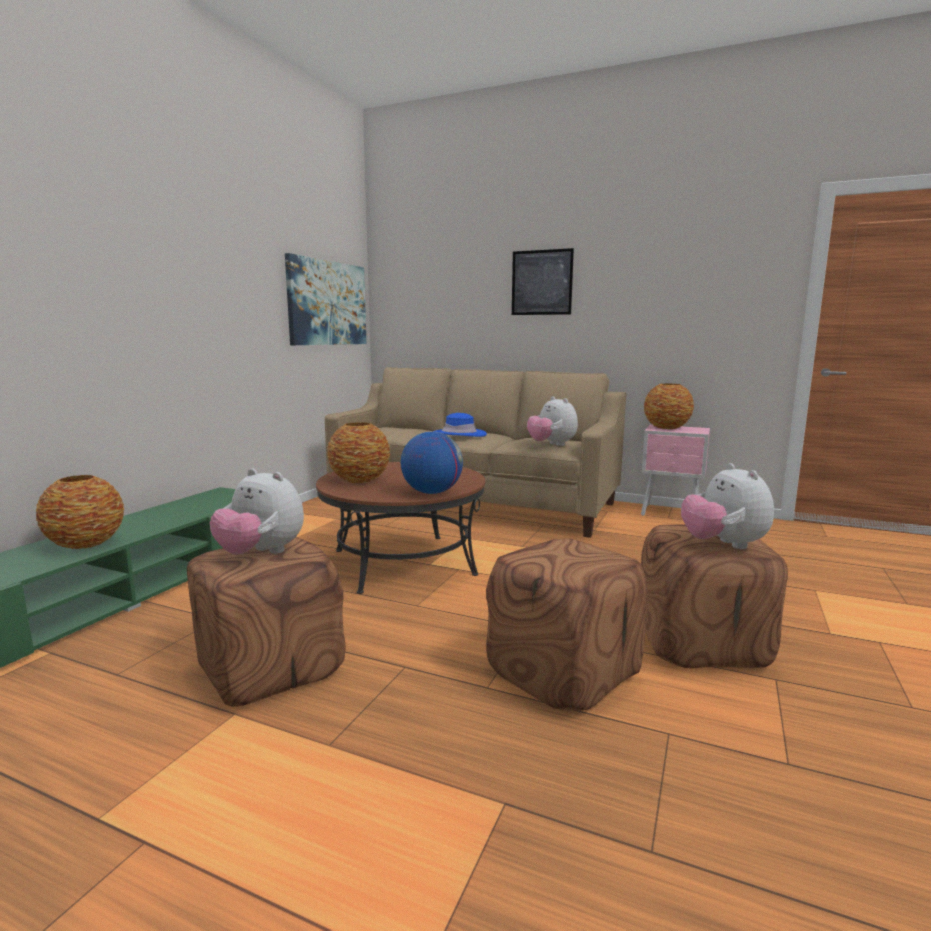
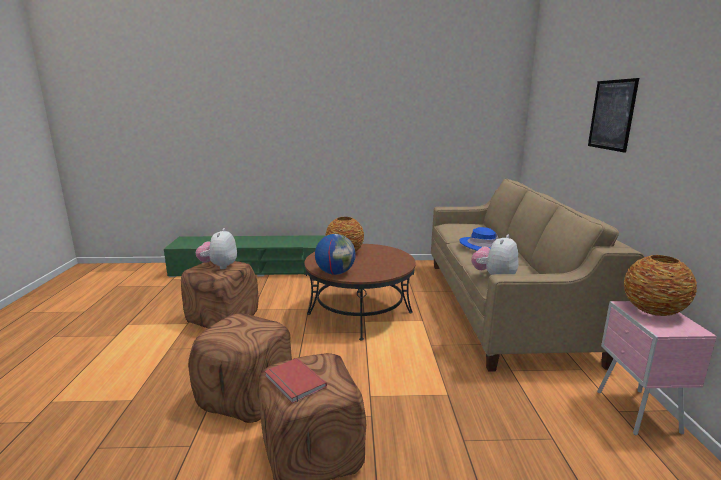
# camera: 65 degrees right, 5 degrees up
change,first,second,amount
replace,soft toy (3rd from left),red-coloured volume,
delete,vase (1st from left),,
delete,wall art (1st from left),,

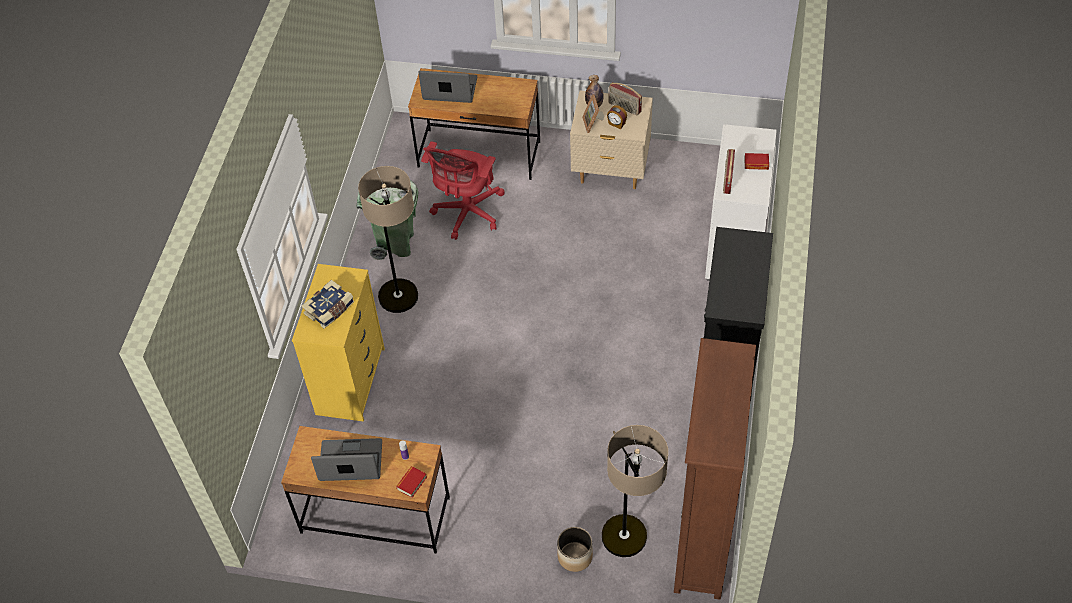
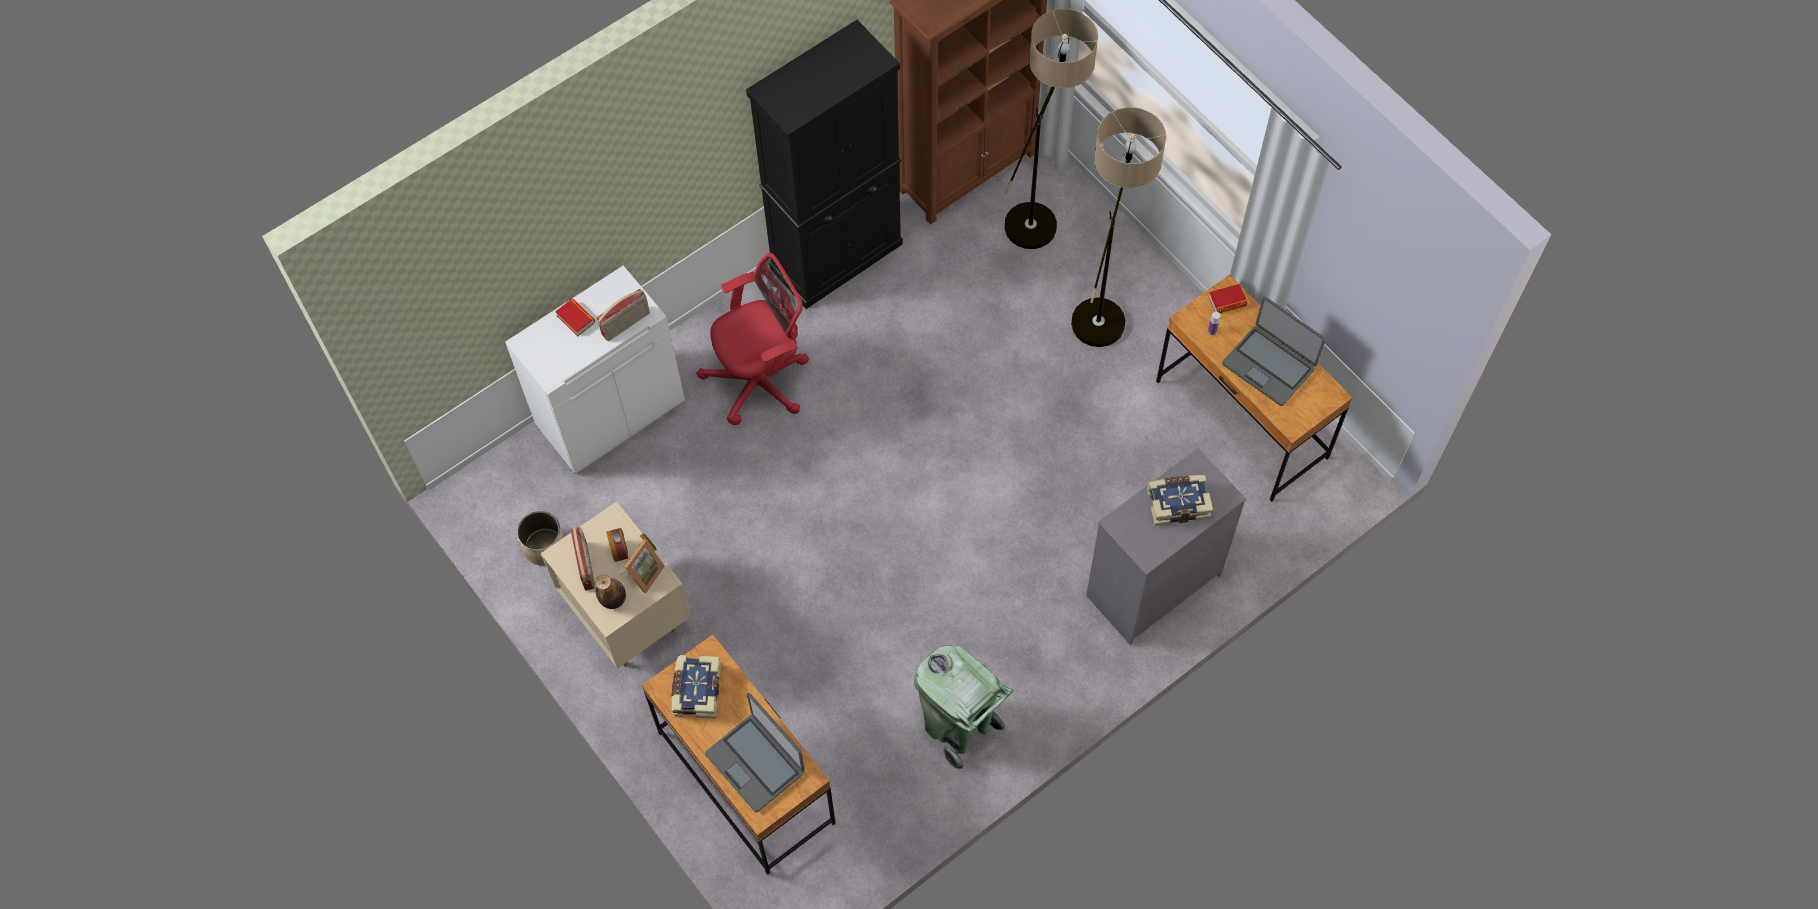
# camera: 140 degrees left, 10 degrees up
change,first,second,amount
move,plant pot,,
insert,,volume (2nd from left),
move,red-coloured computer chair,,
move,standing lamp (1st from left in the first image),standing lamp (2nd from left),
recolor,yellow-coloured drawer chest,greyish drawer chest,

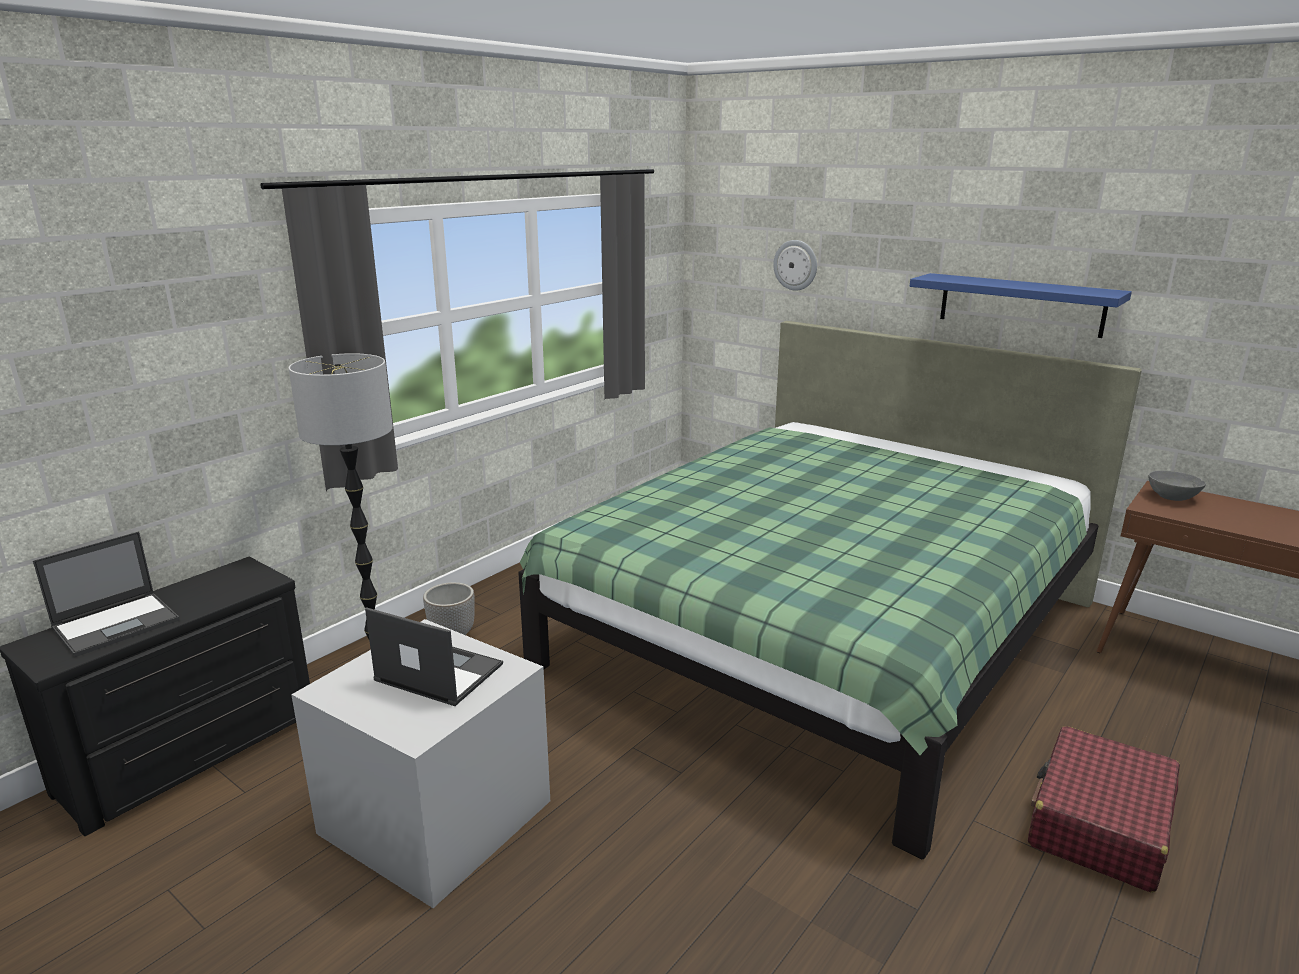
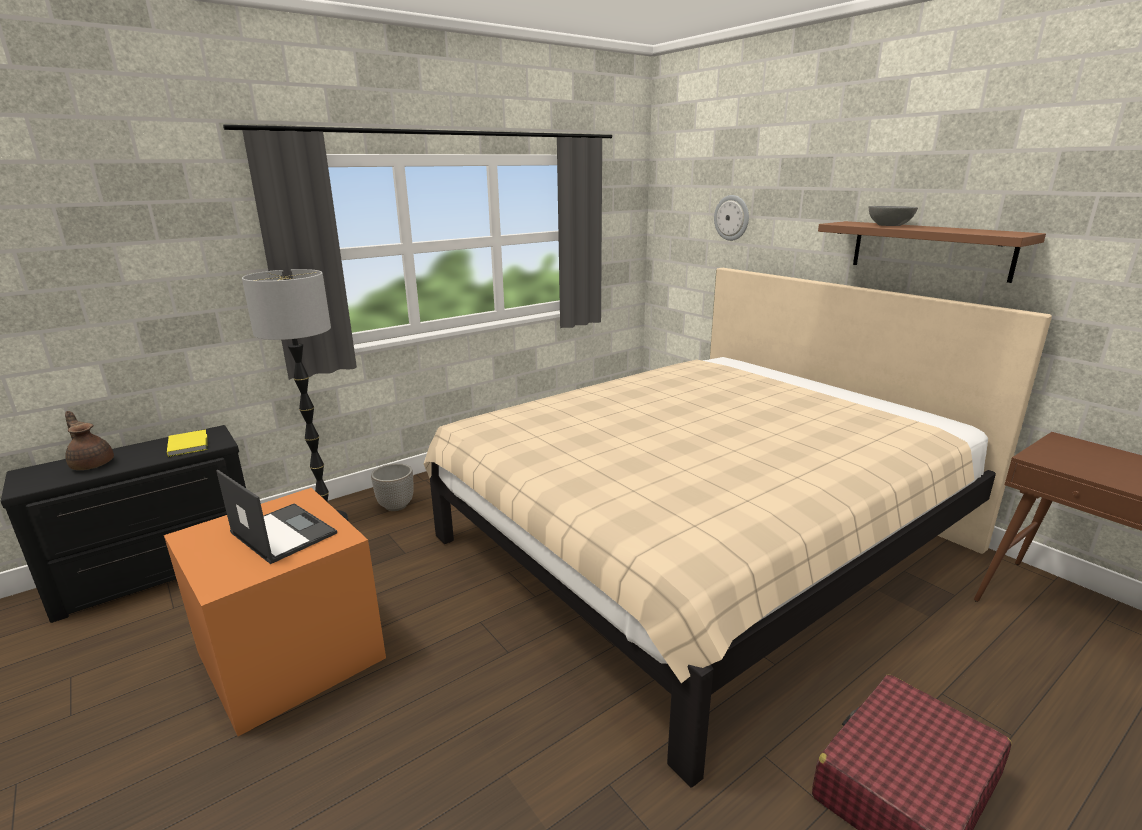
# camera: 15 degrees right, 0 degrees up
change,first,second,amount
replace,notebook computer (1st from left),brownish pot for tea,
recolor,greyish storage bin,orange-coloured storage bin,
insert,,yellow-coloured volume,
recolor,green-coloured sleeping bed,beige sleeping bed,
recolor,bluish wall shelf,brownish wall shelf,
move,greyish deep dish,,

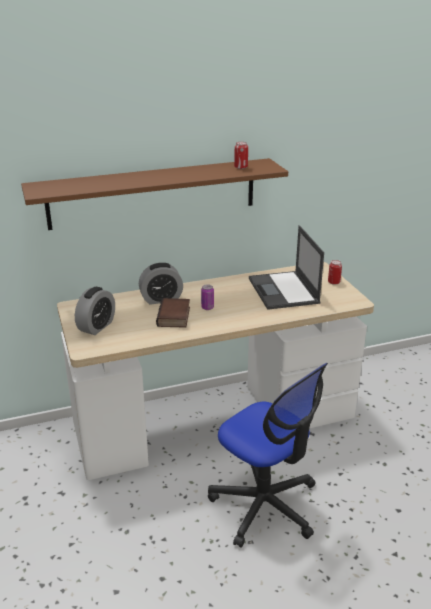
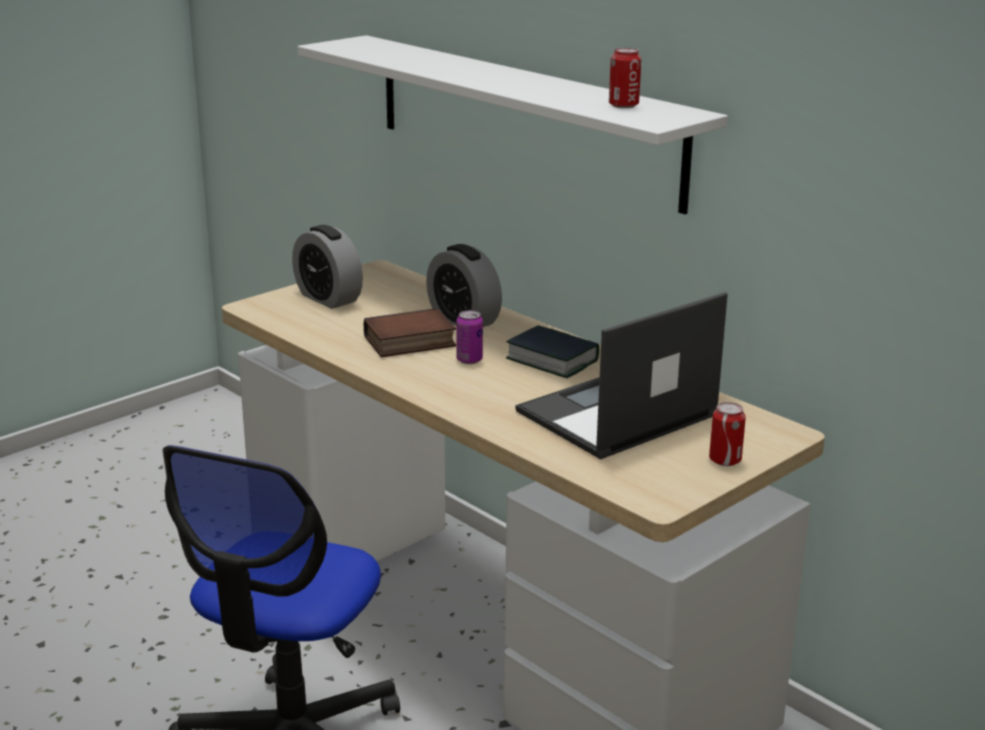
# camera: 65 degrees right, 5 degrees down
change,first,second,amount
rotate,table clock (1st from left),,45 degrees clockwise
recolor,brownish wall shelf,whitish wall shelf,
insert,,volume (2nd from left),

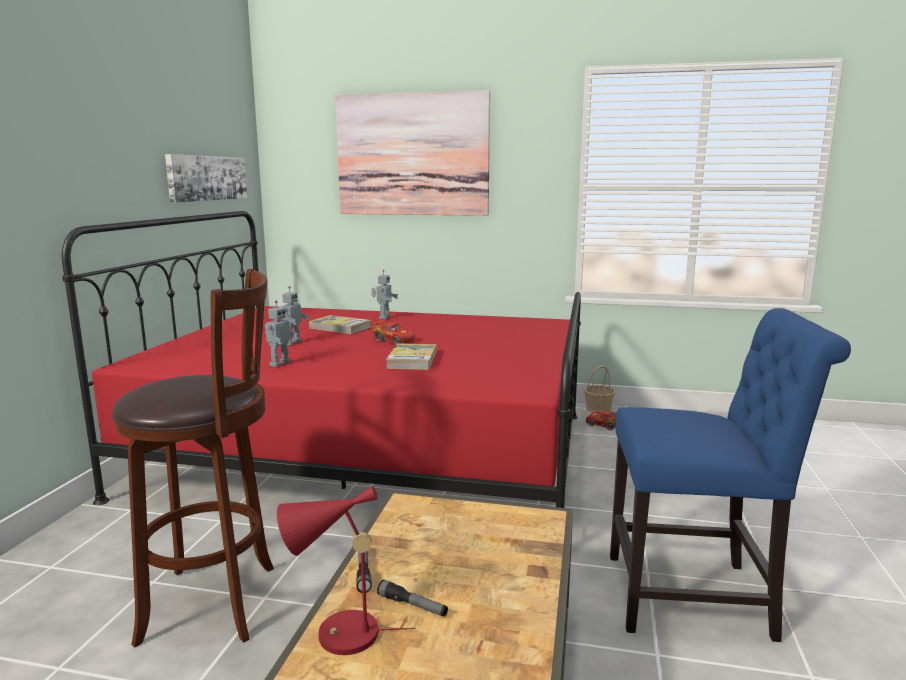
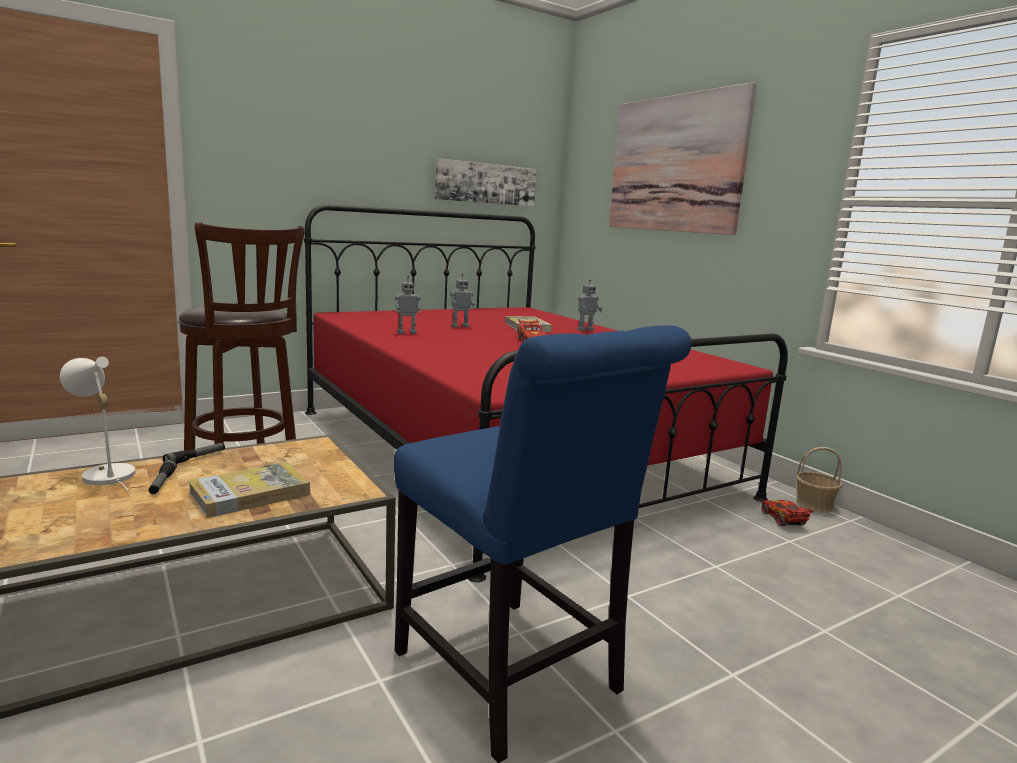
# camera: 45 degrees right, 0 degrees up
change,first,second,amount
recolor,red-coloured table lamp,whitish table lamp,
move,volume (2nd from left in the first image),volume (1st from left),

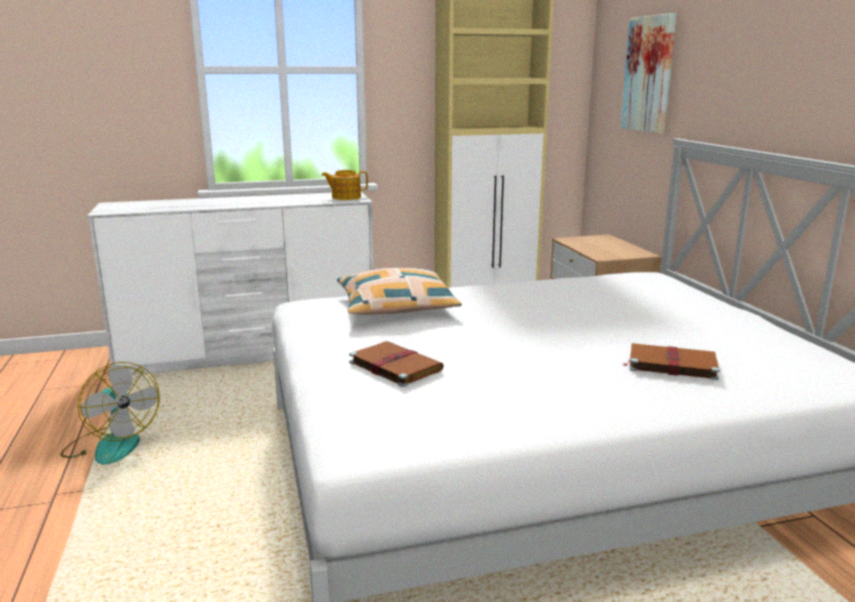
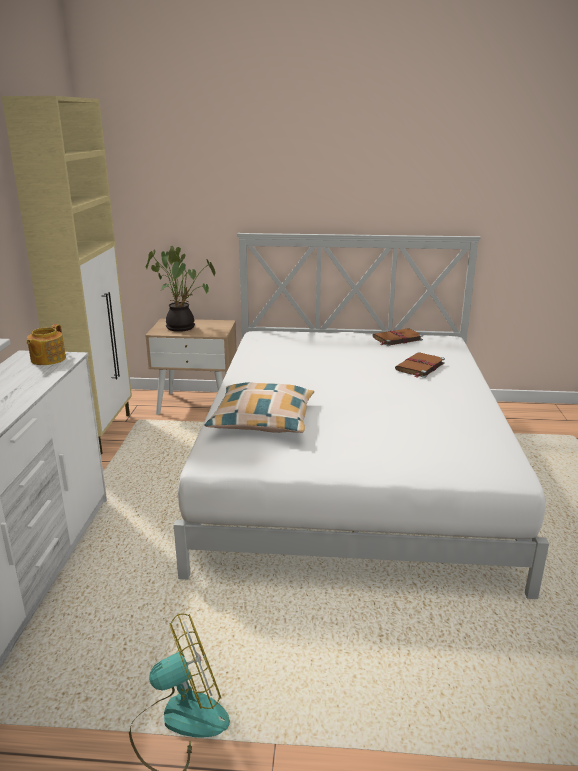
# camera: 70 degrees left, 5 degrees up
change,first,second,amount
insert,,potted plant,
move,brownish volume (1st from left),,
delete,wall art,,

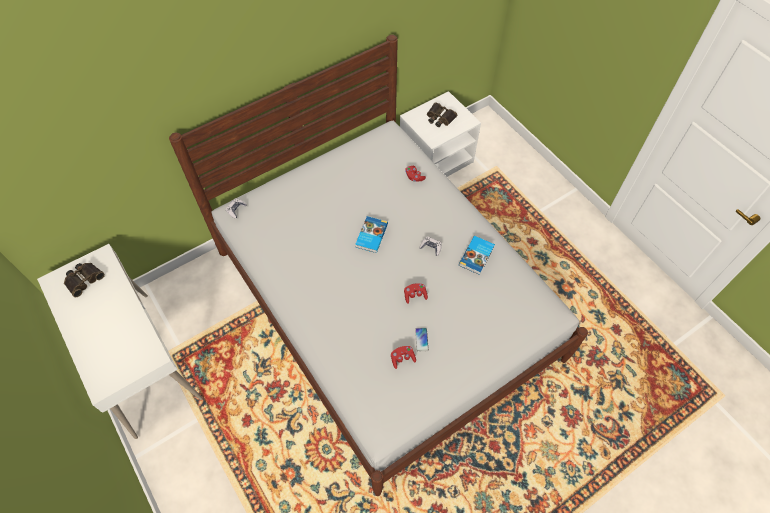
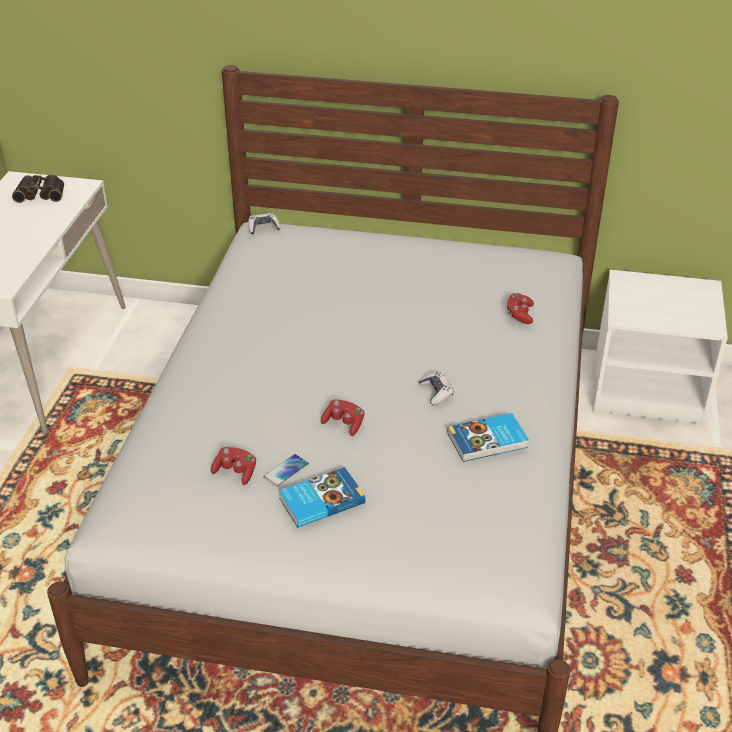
# camera: 45 degrees right, 20 degrees down
change,first,second,amount
move,volume (1st from left),,
delete,pair of binoculars (2nd from left),,

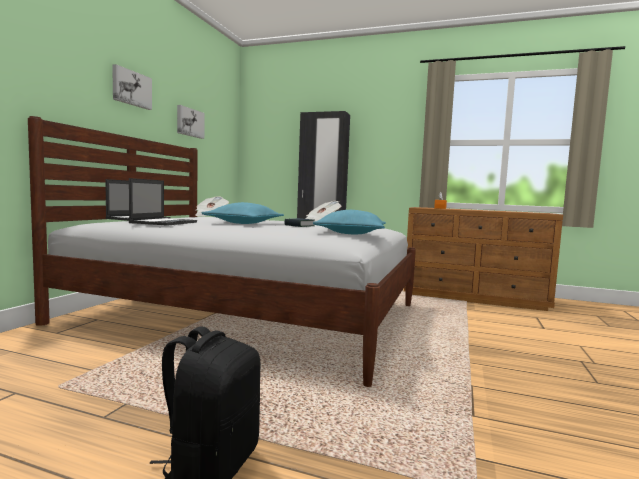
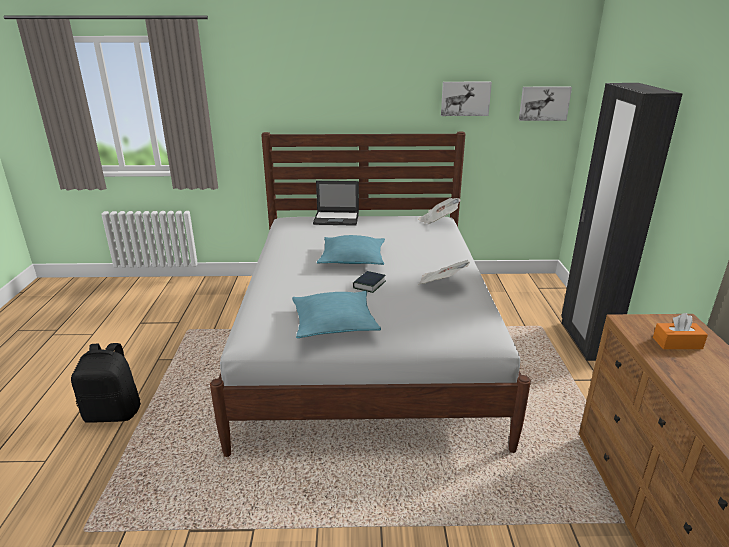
# camera: 70 degrees right, 20 degrees up
change,first,second,amount
move,wall art (1st from left in the first image),wall art (2nd from left),
delete,notebook computer (2nd from left),,

